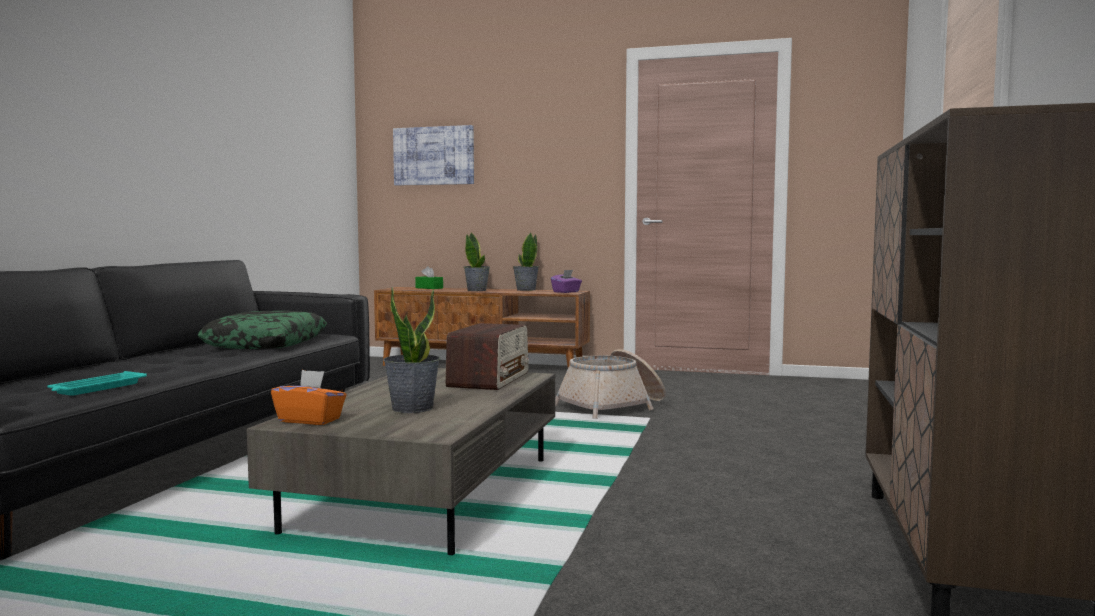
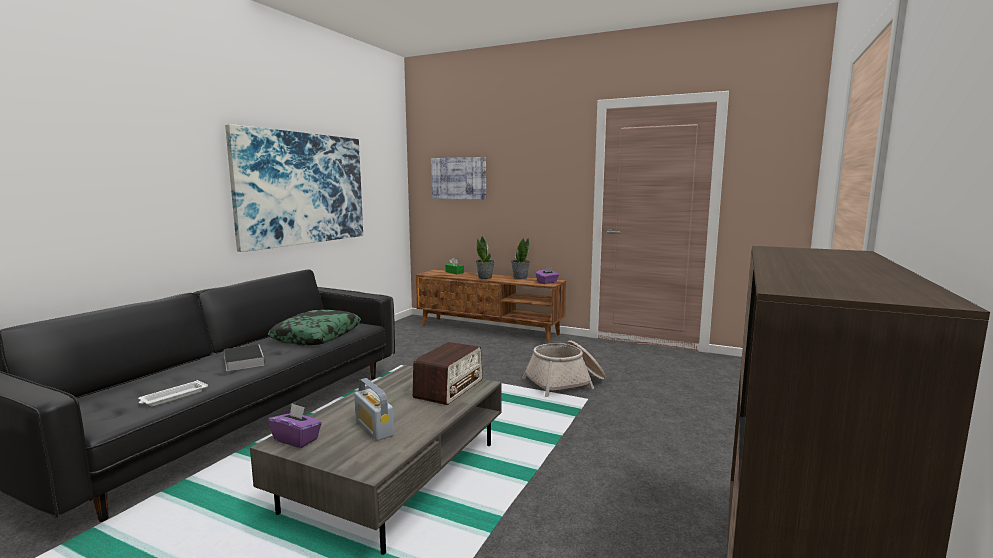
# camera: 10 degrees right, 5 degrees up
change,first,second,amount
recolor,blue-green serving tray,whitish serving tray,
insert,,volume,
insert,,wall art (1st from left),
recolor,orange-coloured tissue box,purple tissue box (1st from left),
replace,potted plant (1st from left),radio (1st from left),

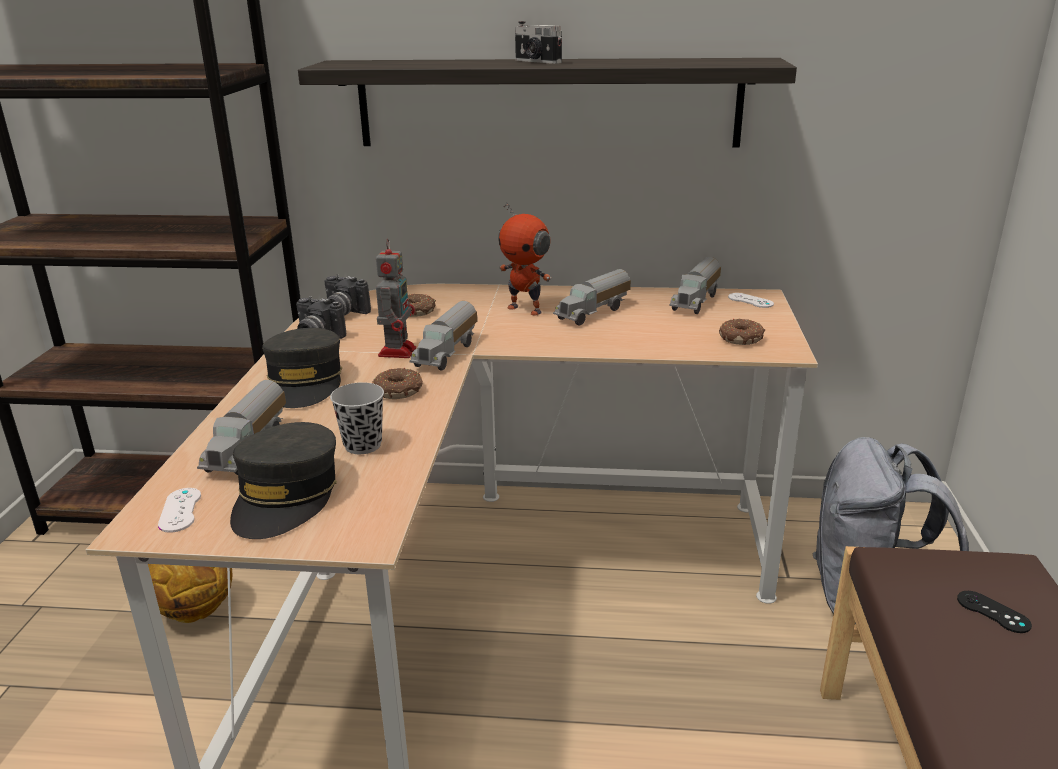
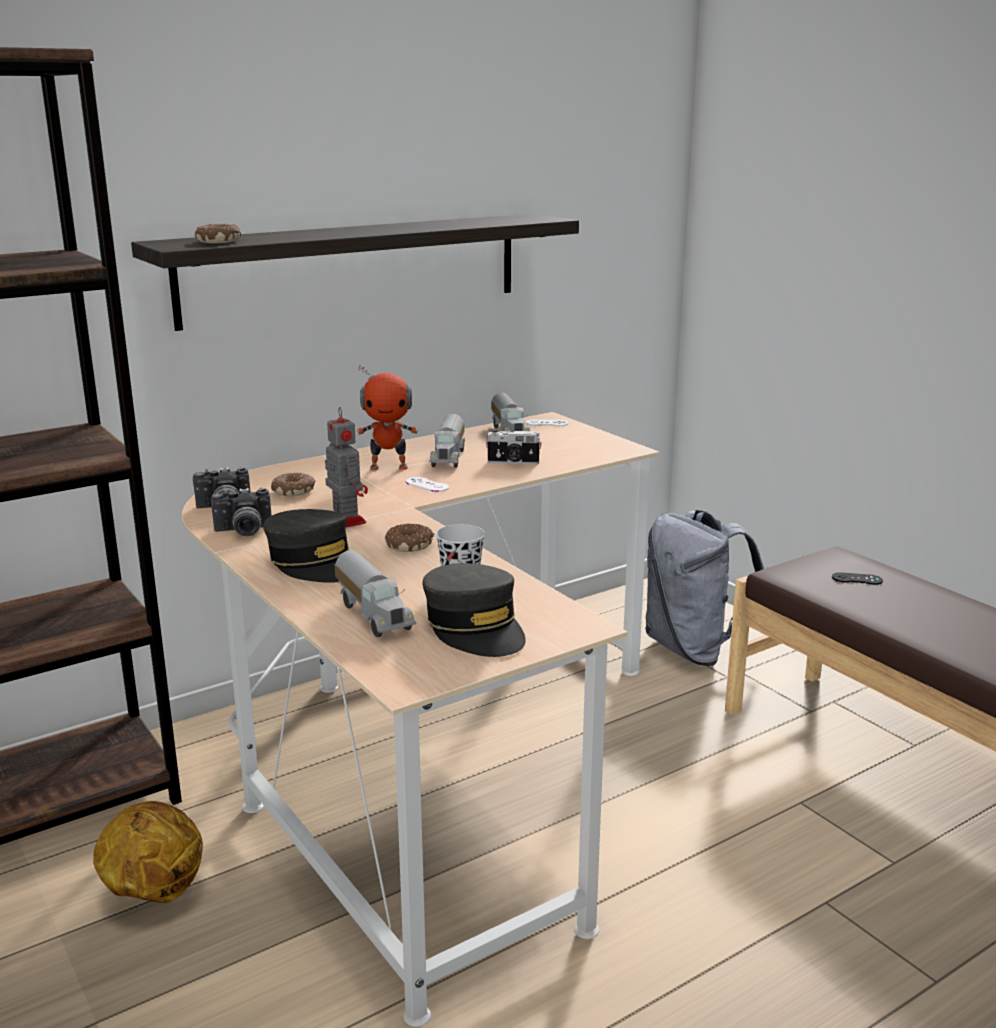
# camera: 40 degrees left, 5 degrees down
change,first,second,amount
move,donut (3rd from left in the first image),donut (1st from left),
move,whitish joypad (1st from left),,
move,still camera (3rd from left),,
delete,toy lorry (2nd from left),,

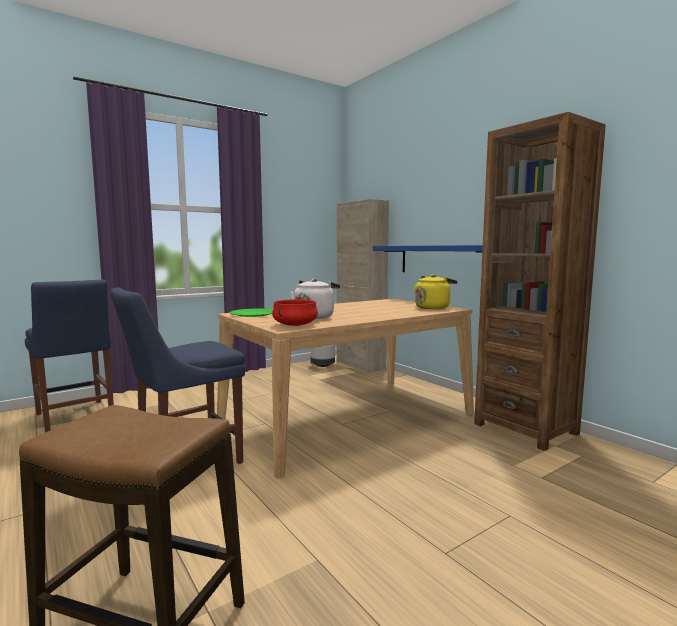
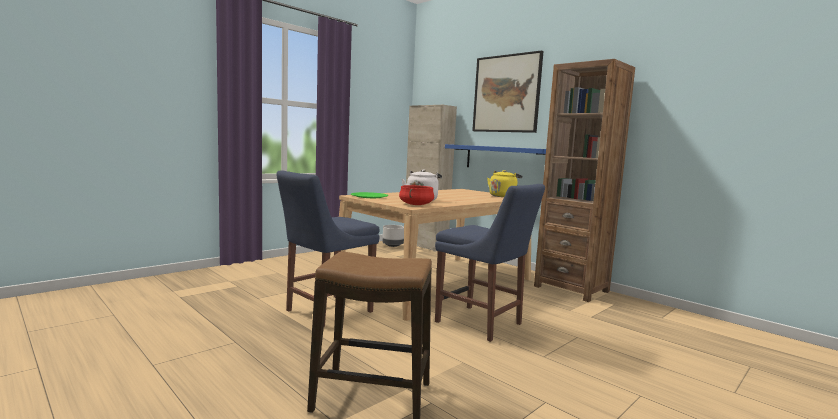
# camera: 10 degrees left, 0 degrees up
change,first,second,amount
move,bluish chair (1st from left in the first image),bluish chair (2nd from left),
insert,,wall art,

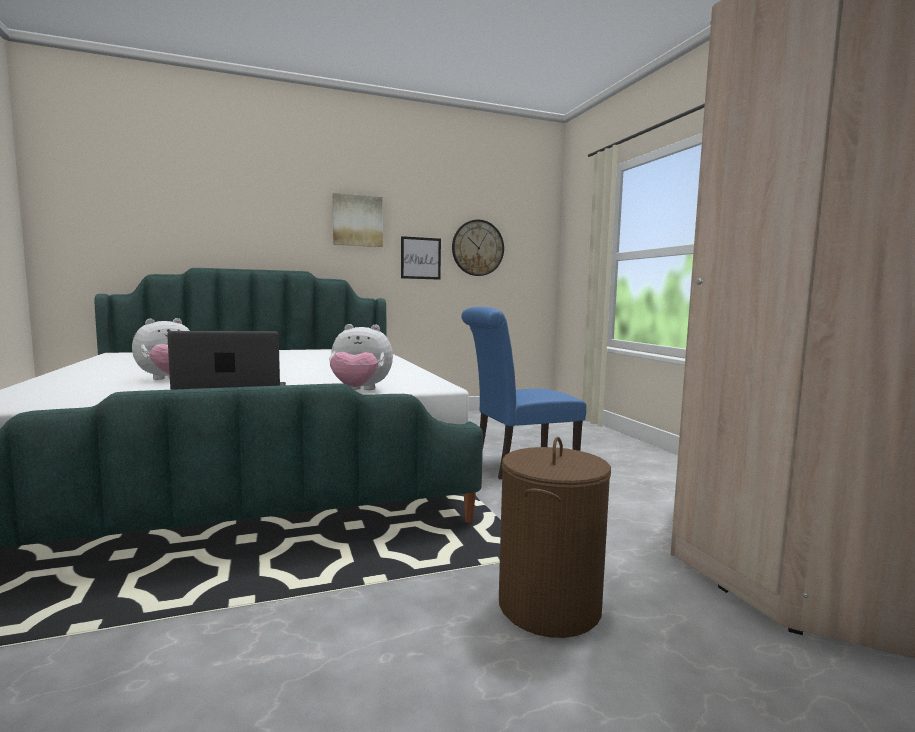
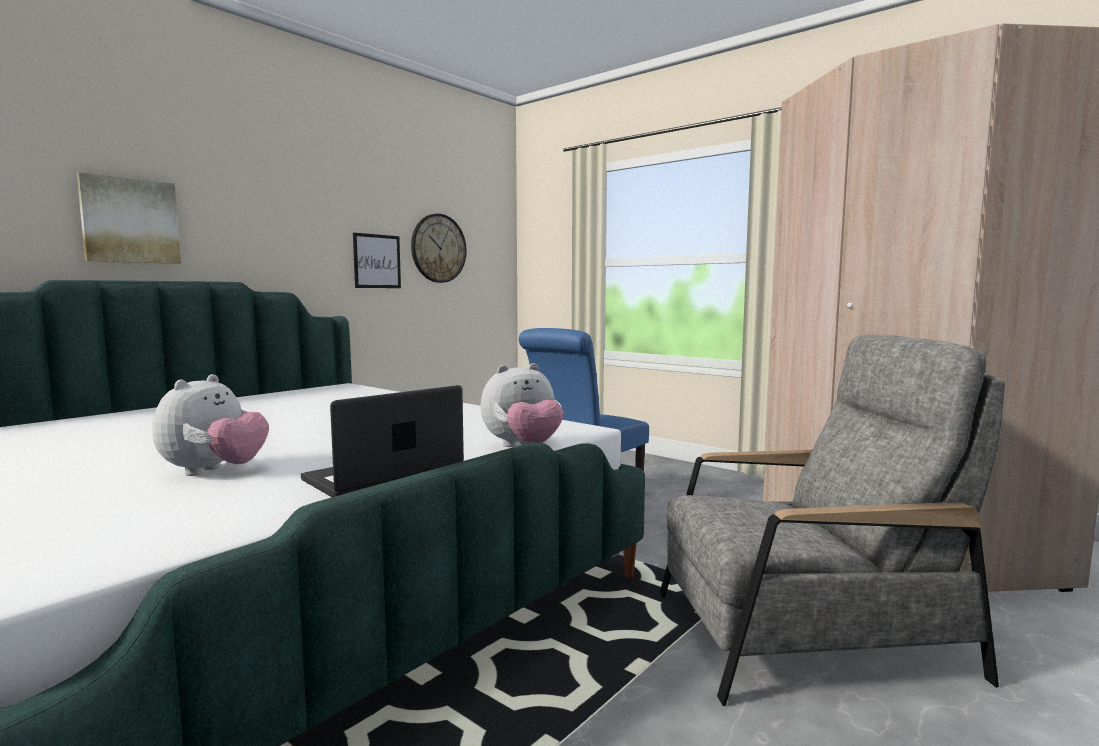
# camera: 30 degrees left, 0 degrees up
change,first,second,amount
move,wall art (1st from left),,
replace,brownish hamper,greyish armchair,

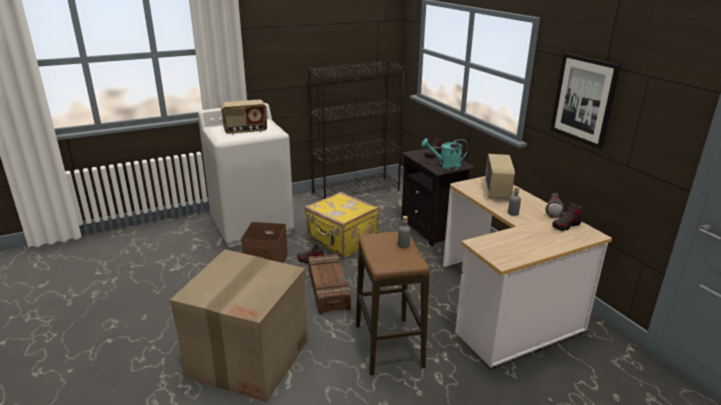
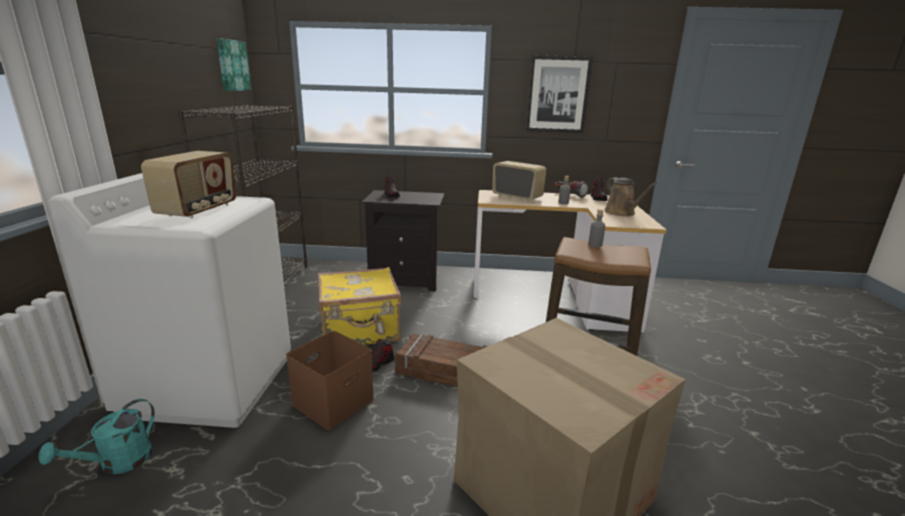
# camera: 60 degrees left, 5 degrees down
change,first,second,amount
move,blue-green watering pot,,
insert,,wall art (1st from left),
insert,,brownish watering pot,

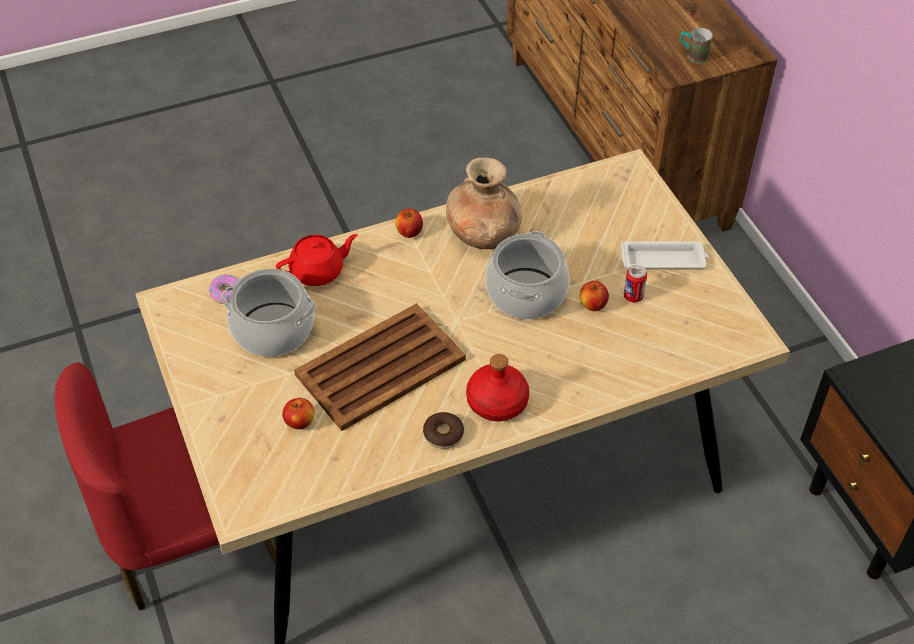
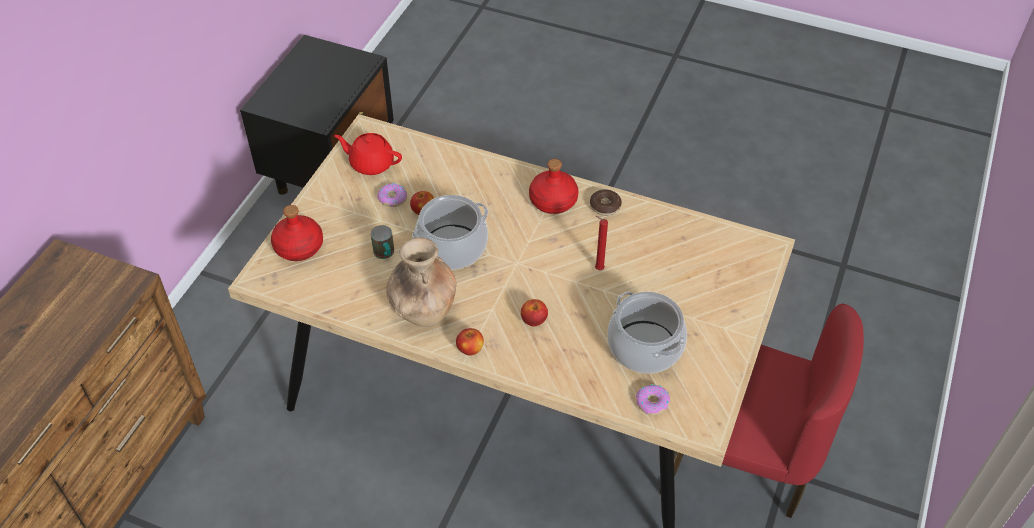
# camera: 135 degrees left, 0 degrees up
change,first,second,amount
insert,,red-coloured drink bottle (1st from left),
move,red-coloured pot for tea,,
move,mug,,
replace,metal can,donut (1st from left),
move,apple fruit (1st from left in the first image),apple fruit (3rd from left),
replace,brownish serving tray,red-coloured wax candle,
delete,whitish serving tray,,

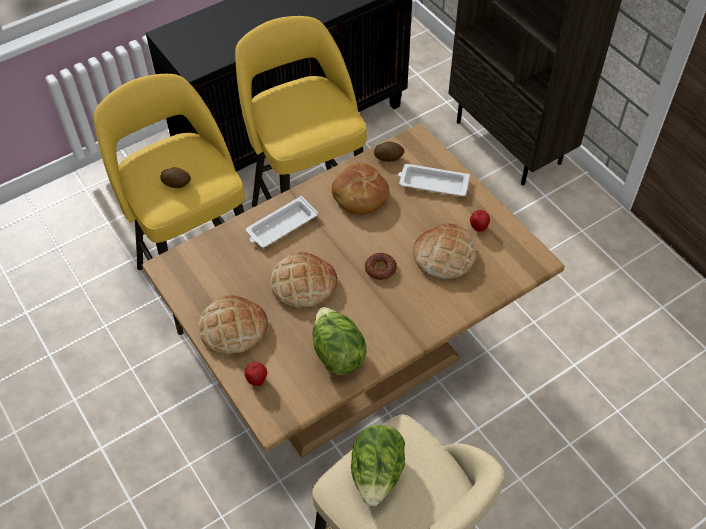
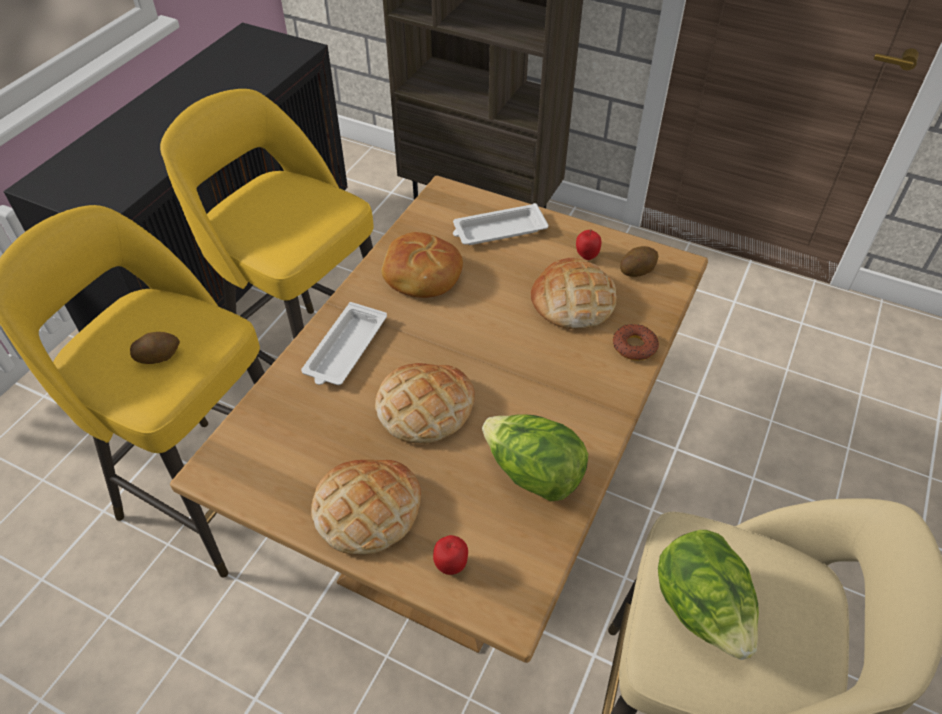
# camera: 30 degrees left, 5 degrees down
change,first,second,amount
move,donut,,
move,whole potato (2nd from left),,

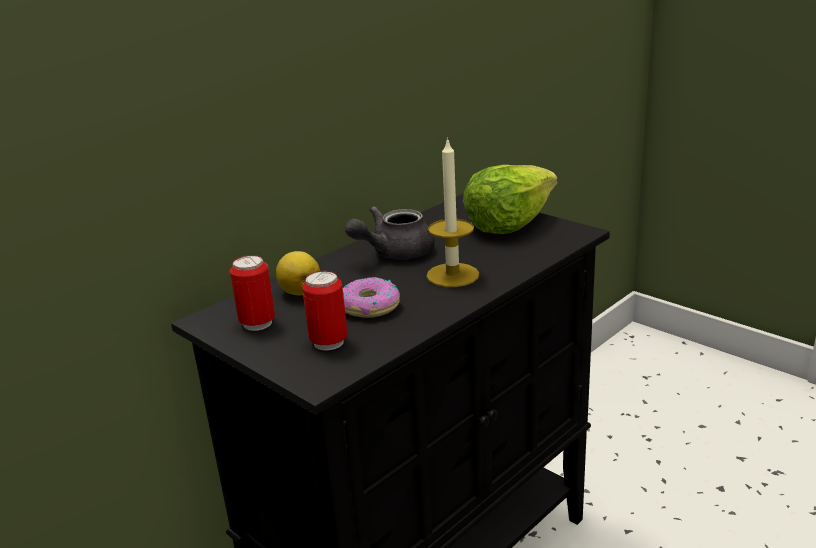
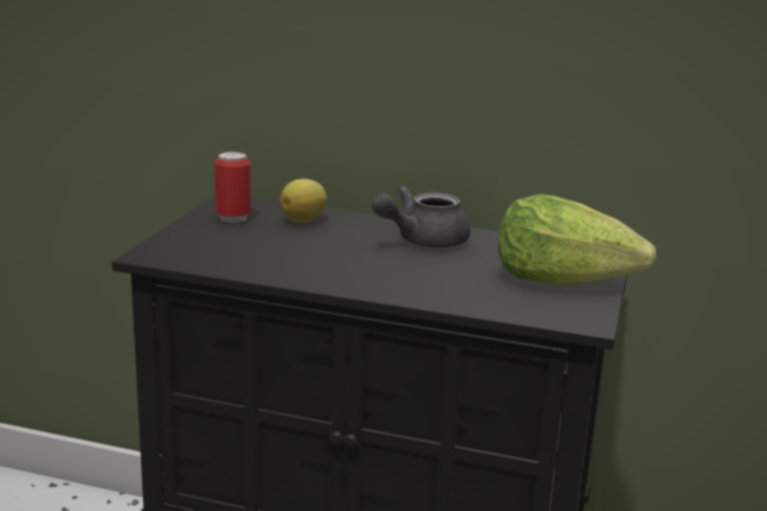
# camera: 60 degrees right, 5 degrees down
change,first,second,amount
rotate,greyish pot for tea,,60 degrees counterclockwise
delete,metal can (2nd from left),,
delete,donut,,
delete,wax candle,,

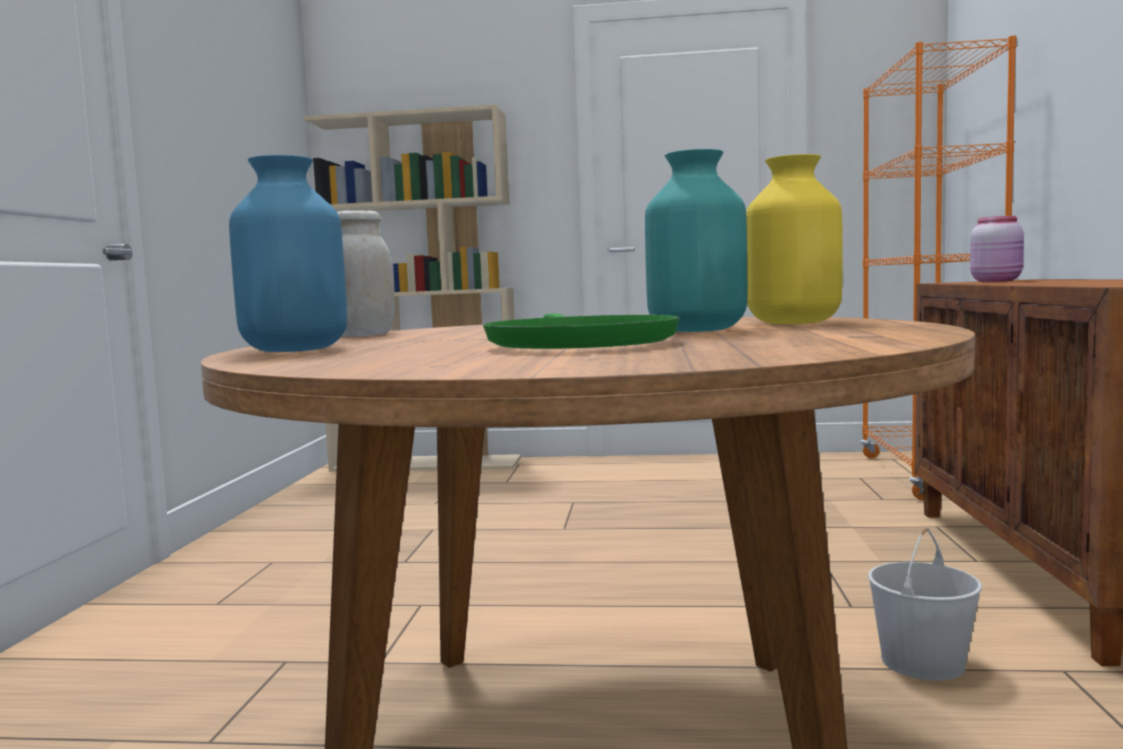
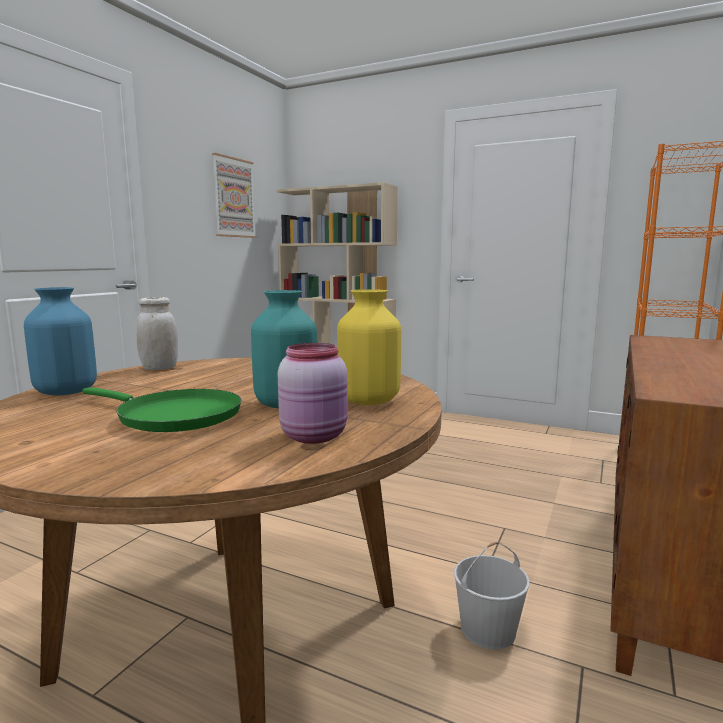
# camera: 20 degrees right, 5 degrees up
change,first,second,amount
rotate,green-coloured frying pan,,75 degrees counterclockwise
insert,,wall art,
move,pink-coloured jar,,

